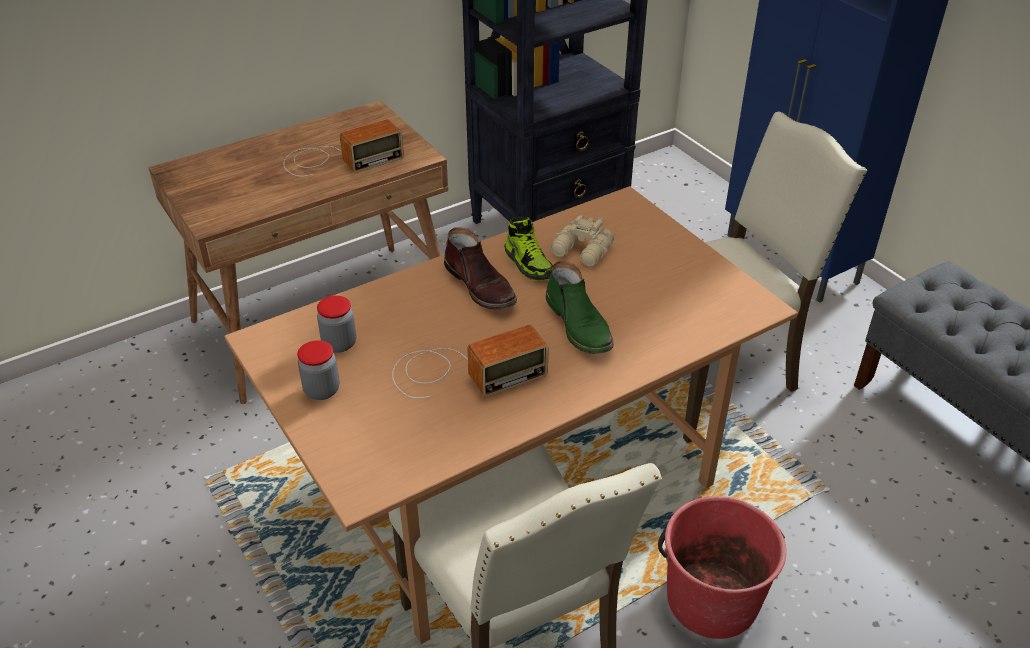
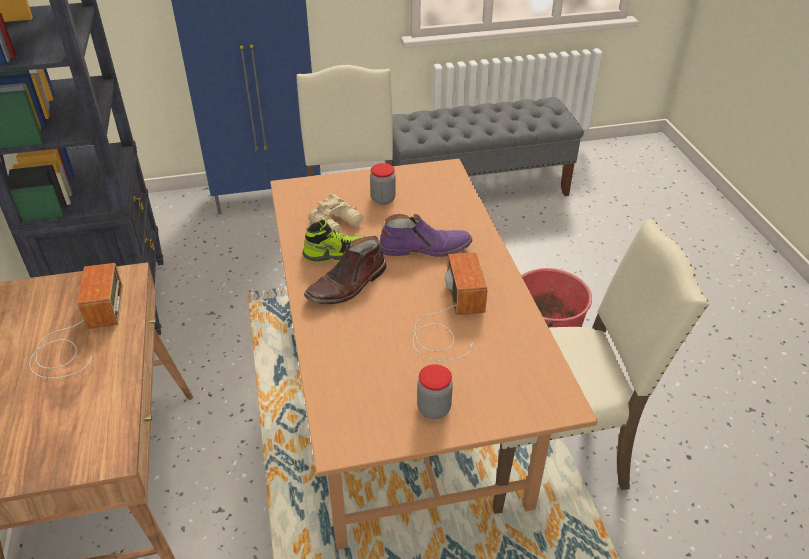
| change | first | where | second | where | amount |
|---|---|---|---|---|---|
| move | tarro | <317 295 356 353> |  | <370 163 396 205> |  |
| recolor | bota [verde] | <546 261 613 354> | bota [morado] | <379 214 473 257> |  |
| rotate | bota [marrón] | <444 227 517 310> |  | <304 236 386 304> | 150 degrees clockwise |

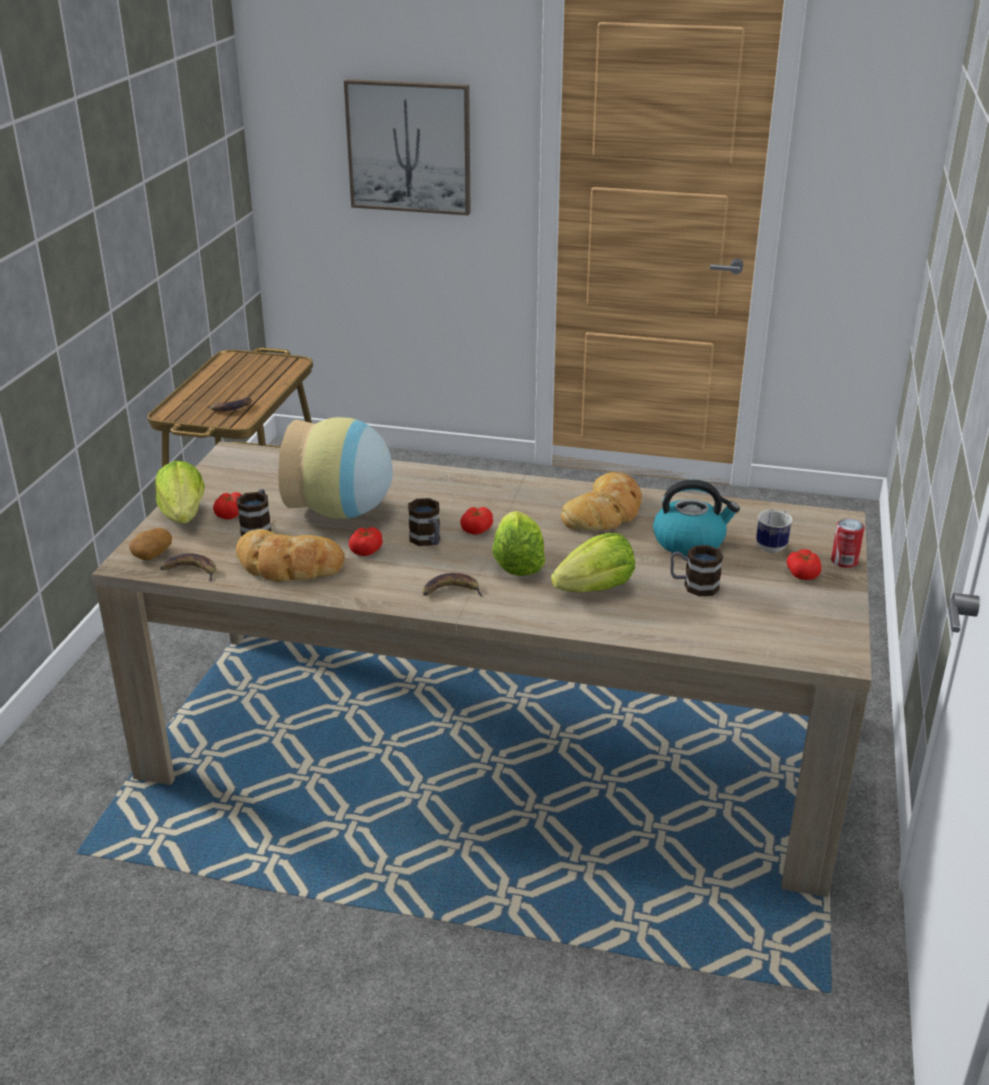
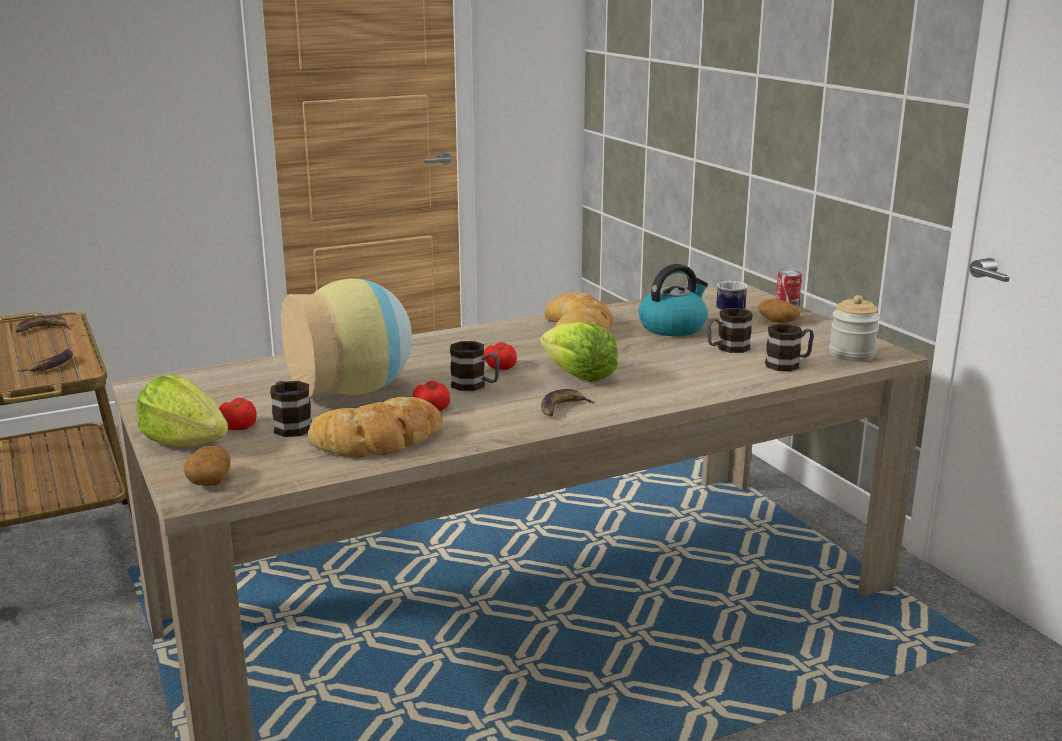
| change | first | where | second | where | amount |
|---|---|---|---|---|---|
| delete | cuadro | <344 79 471 215> |  |  |  |
| delete | lechuga | <551 533 635 592> |  |  |  |
| insert |  |  | taza grande | <765 324 814 371> |  |
| insert |  |  | tarro | <829 295 880 361> |  |
| move | plátano | <160 554 216 582> |  | <15 315 71 333> |  |
| replace | tomate | <787 549 821 580> | patata | <758 299 800 323> |  |

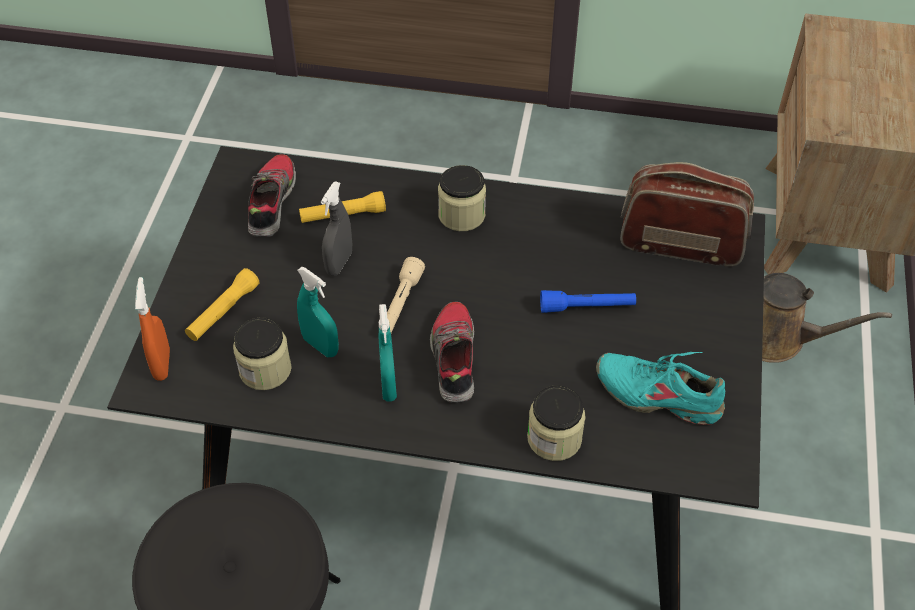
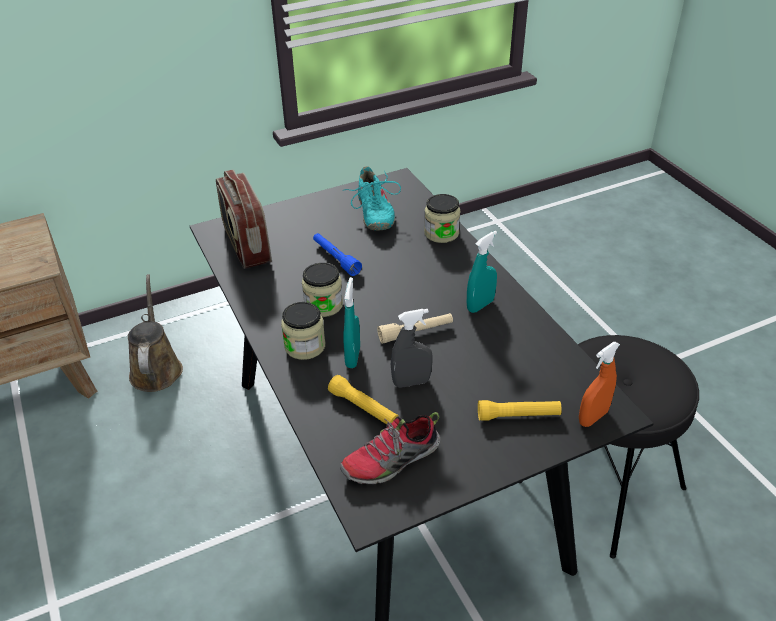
| change | first | where | second | where | amount |
|---|---|---|---|---|---|
| delete | zapato | <430 302 474 403> |  |  |  |
| move | tarro | <233 317 292 390> |  | <302 263 343 317> |  |
| move | pulverizador [turquesa] | <297 267 339 357> |  | <344 277 360 368> |  |

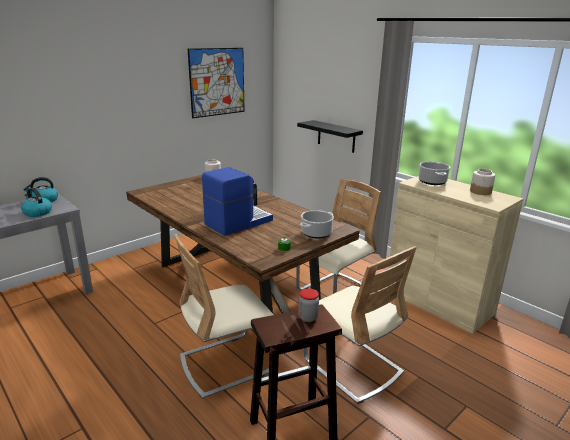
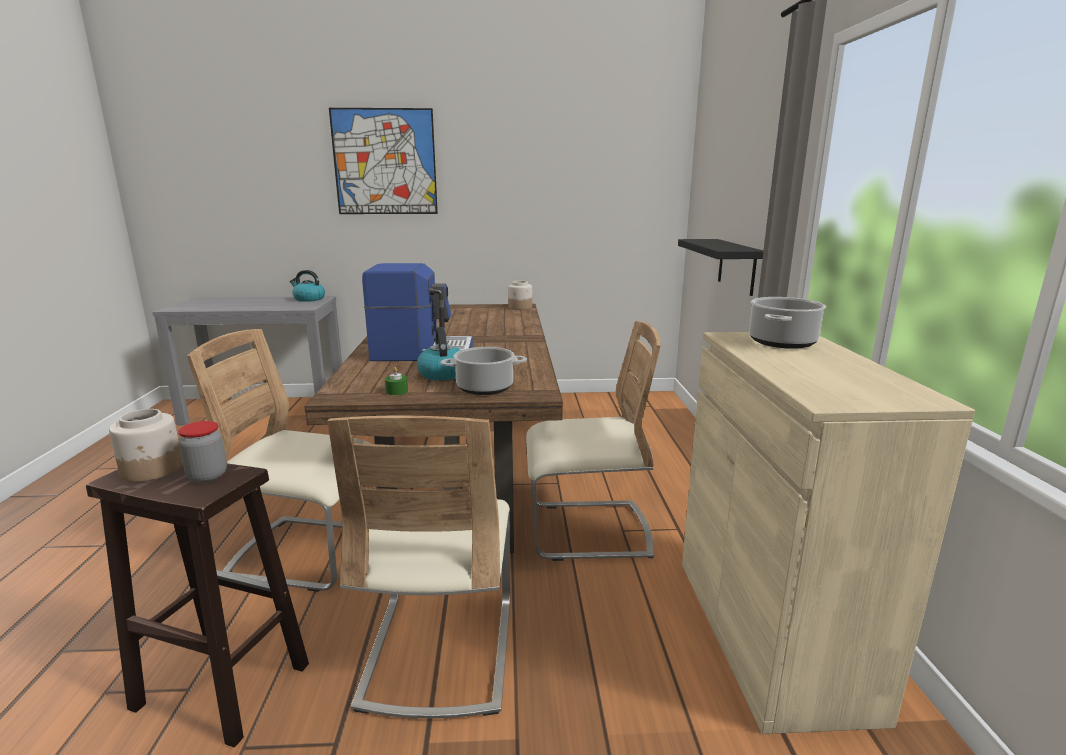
| change | first | where | second | where | amount |
|---|---|---|---|---|---|
| move | hervidor | <21 188 52 217> |  | <417 327 461 380> |  |
| move | cuadro | <188 48 245 118> |  | <329 108 438 214> |  |
| move | tarro | <470 169 495 195> |  | <109 409 183 482> |  |

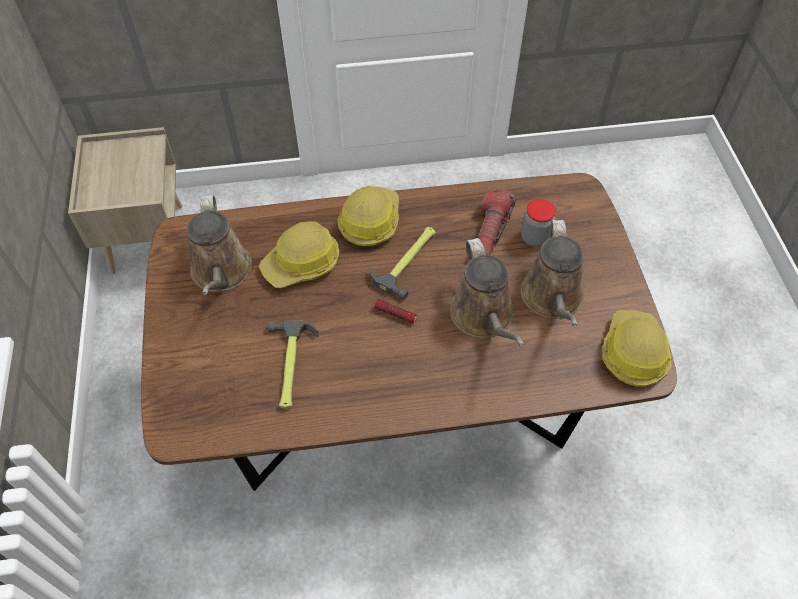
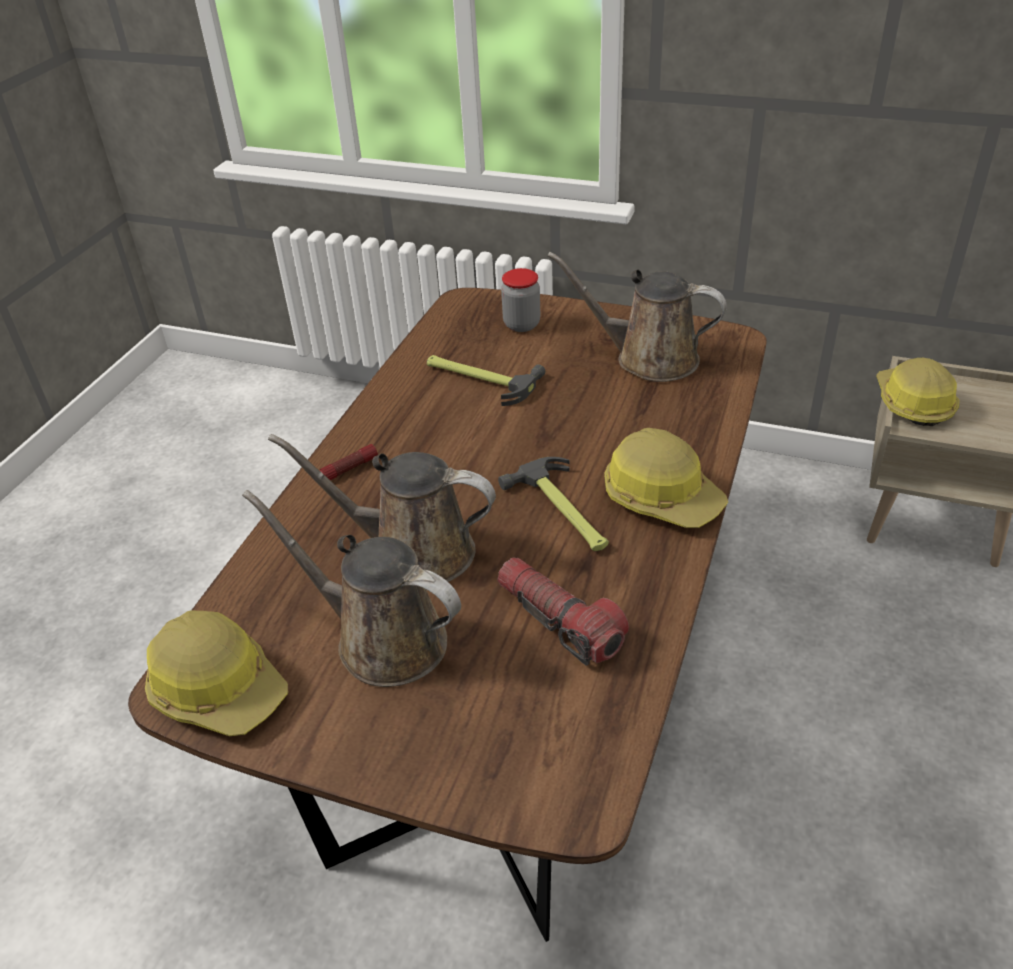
| change | first | where | second | where | amount |
|---|---|---|---|---|---|
| move | casco | <259 221 340 288> |  | <876 358 959 426> |  |
| move | linterna | <374 299 417 324> |  | <320 444 378 480> |  |
| move | tarro | <521 199 556 247> |  | <501 268 540 332> |  |

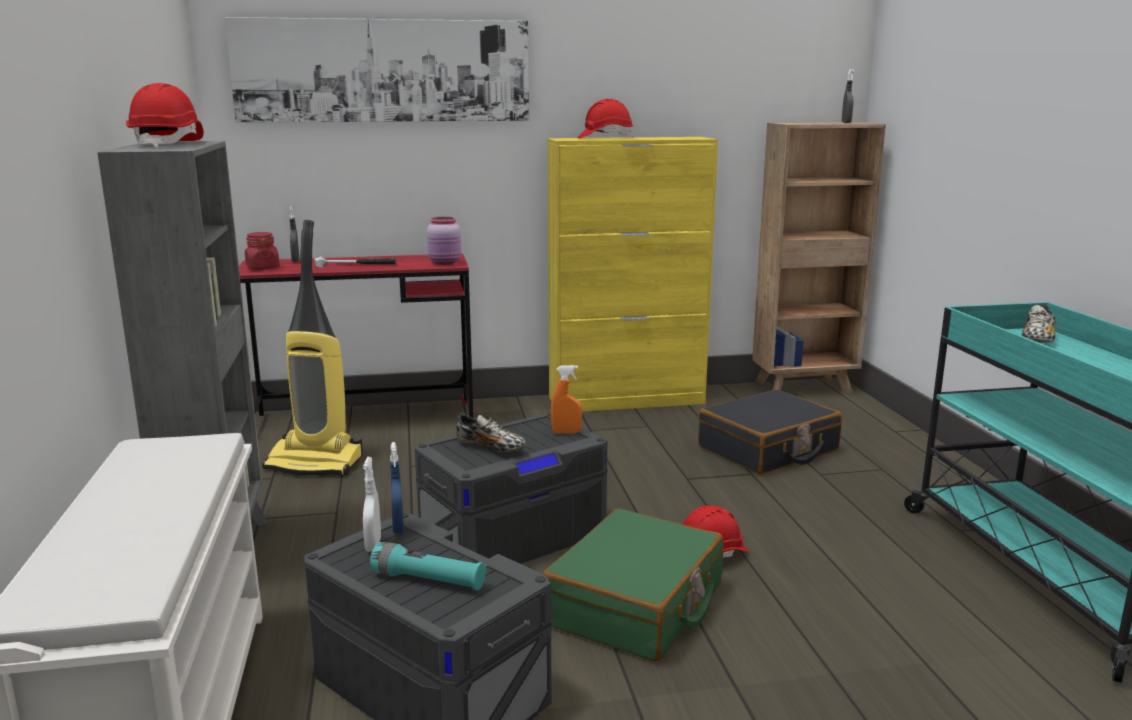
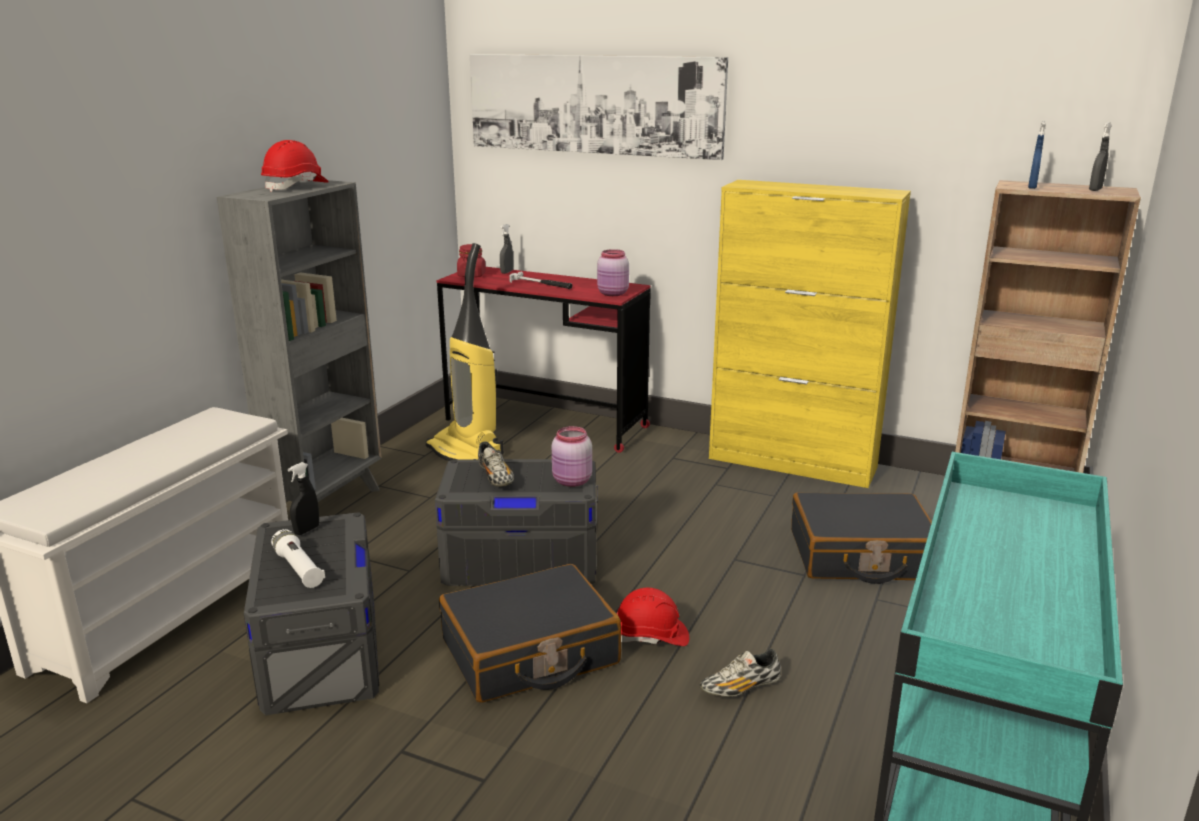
| change | first | where | second | where | amount |
|---|---|---|---|---|---|
| delete | casco [rojo] | <577 99 633 138> |  |  |  |
| move | pulverizador [azul] | <390 442 404 534> |  | <1028 121 1045 189> |  |
| move | zapato | <1021 304 1056 343> |  | <699 649 781 697> |  |
| replace | pulverizador [naranja] | <551 365 582 434> | tarro [rosa] | <552 426 592 487> |  |
| recolor | pulverizador [blanco] | <363 457 381 552> | pulverizador [negro] | <288 462 319 535> |  |
| recolor | linterna [turquesa] | <370 542 486 590> | linterna [blanco] | <271 529 325 588> |  |
| recolor | maleta [verde] | <542 508 724 662> | maleta [negro] | <439 564 621 703> |  |

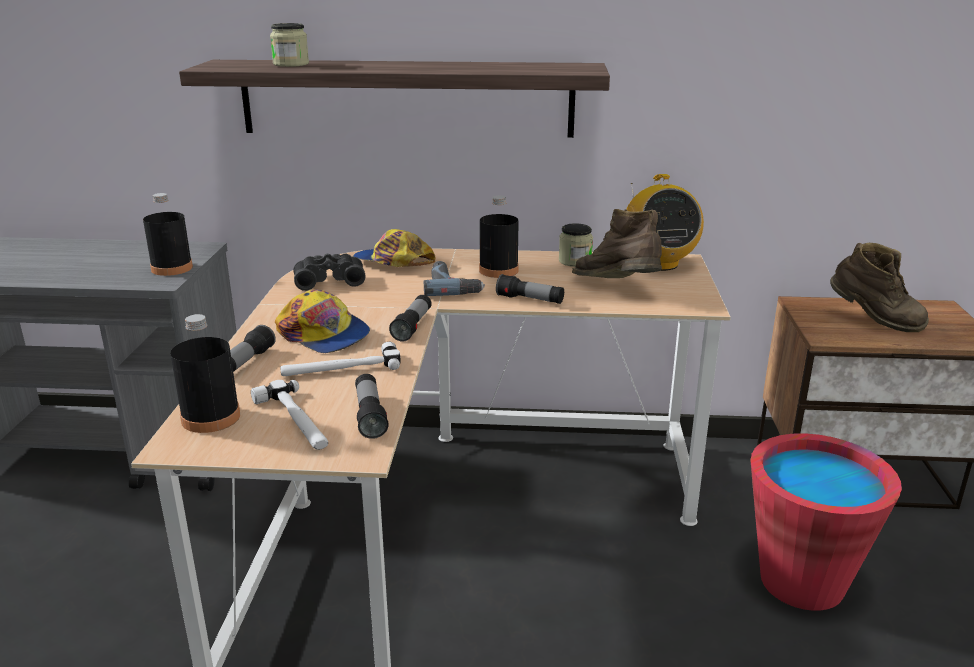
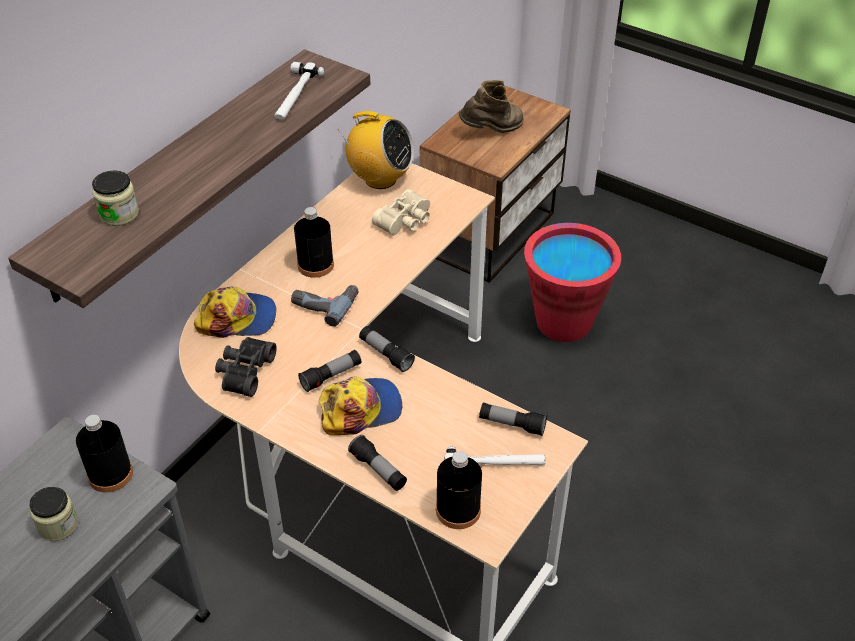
| change | first | where | second | where | amount |
|---|---|---|---|---|---|
| move | martillo | <280 342 401 376> |  | <275 62 324 120> |  |
| move | linterna | <496 274 564 304> |  | <298 350 361 392> |  |
| move | tarro | <559 223 593 267> |  | <29 487 78 541> |  |
| replace | bota [marrón] | <572 209 662 278> | prismáticos [beis] | <372 189 430 236> |  |
| rotate | gorra | <353 229 435 267> |  | <194 286 276 338> | 150 degrees counterclockwise |

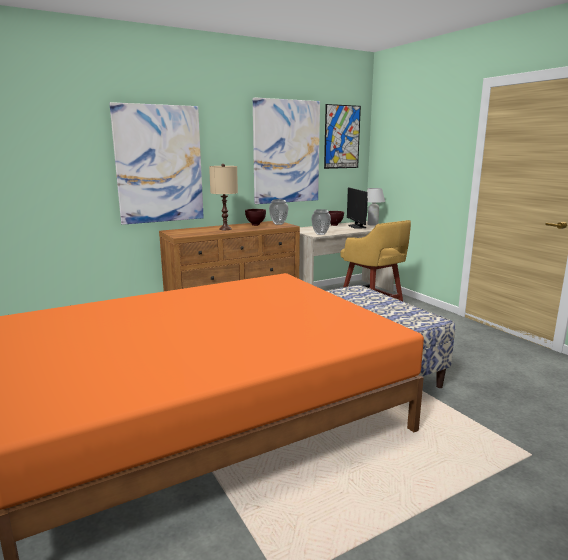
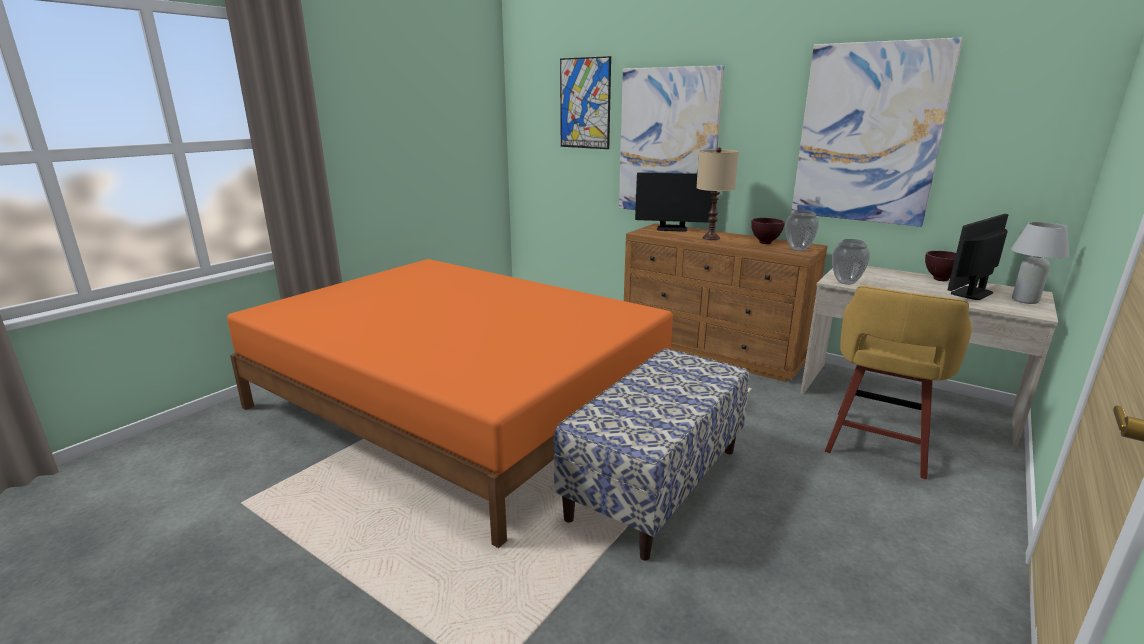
| change | first | where | second | where | amount |
|---|---|---|---|---|---|
| insert |  |  | monitor | <635 172 713 232> |  |
| move | cuadro | <324 104 361 169> |  | <560 56 611 149> |  |

